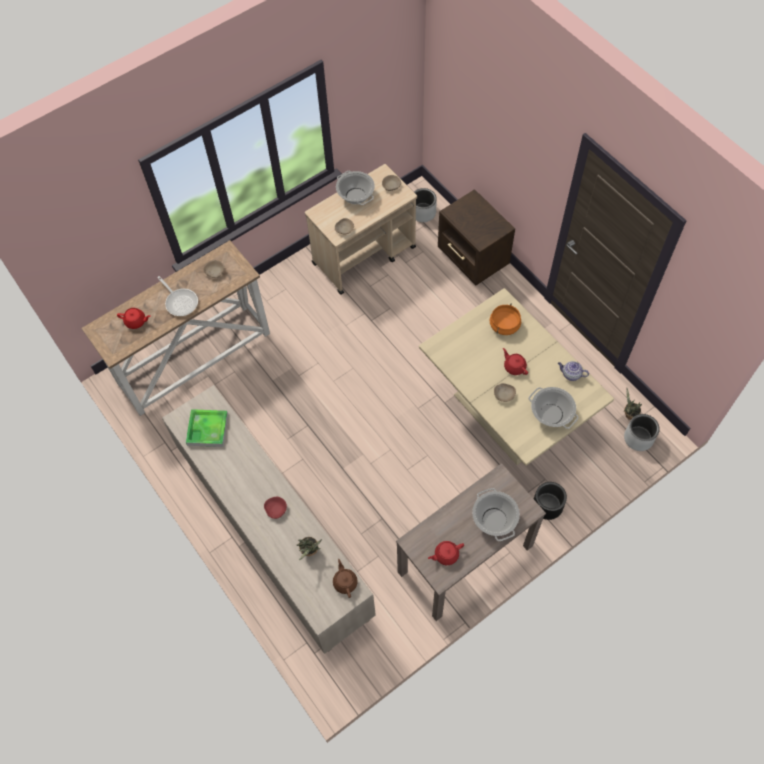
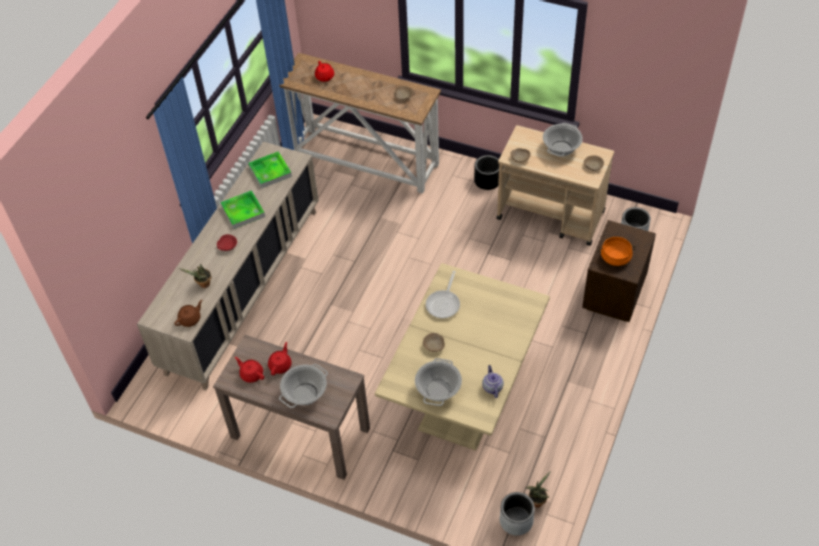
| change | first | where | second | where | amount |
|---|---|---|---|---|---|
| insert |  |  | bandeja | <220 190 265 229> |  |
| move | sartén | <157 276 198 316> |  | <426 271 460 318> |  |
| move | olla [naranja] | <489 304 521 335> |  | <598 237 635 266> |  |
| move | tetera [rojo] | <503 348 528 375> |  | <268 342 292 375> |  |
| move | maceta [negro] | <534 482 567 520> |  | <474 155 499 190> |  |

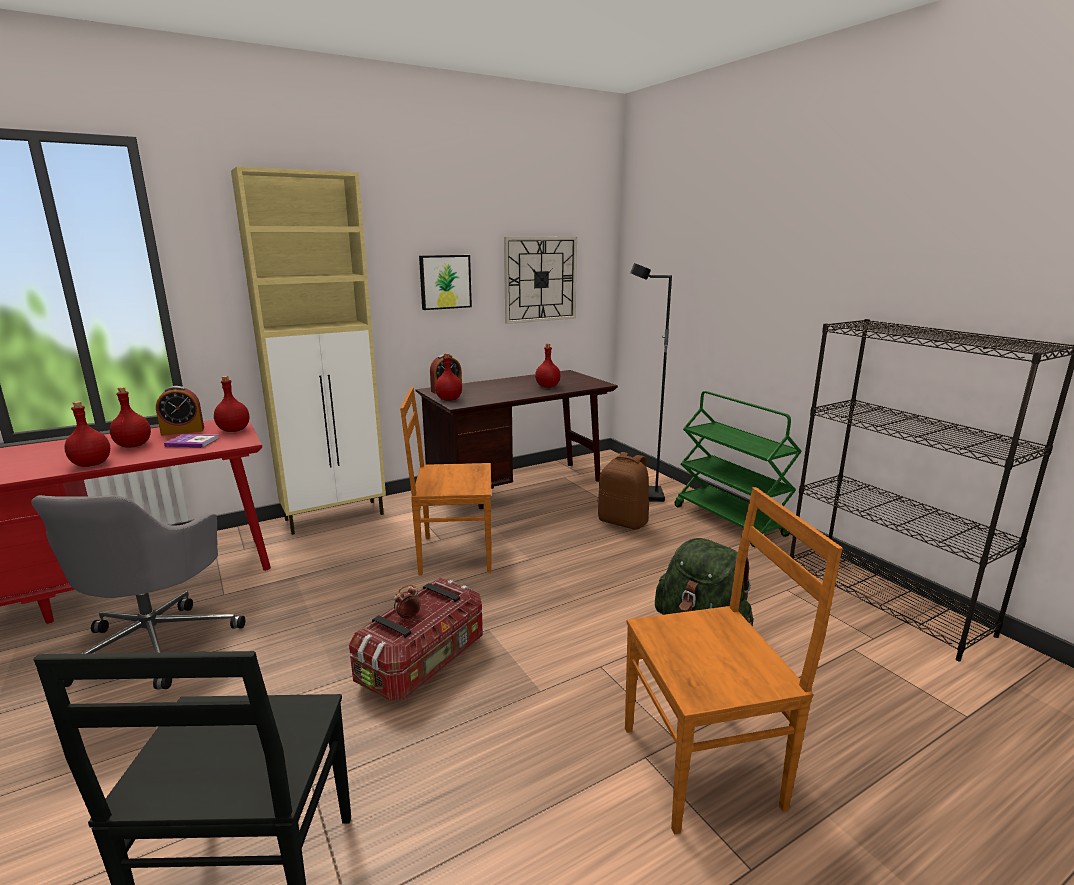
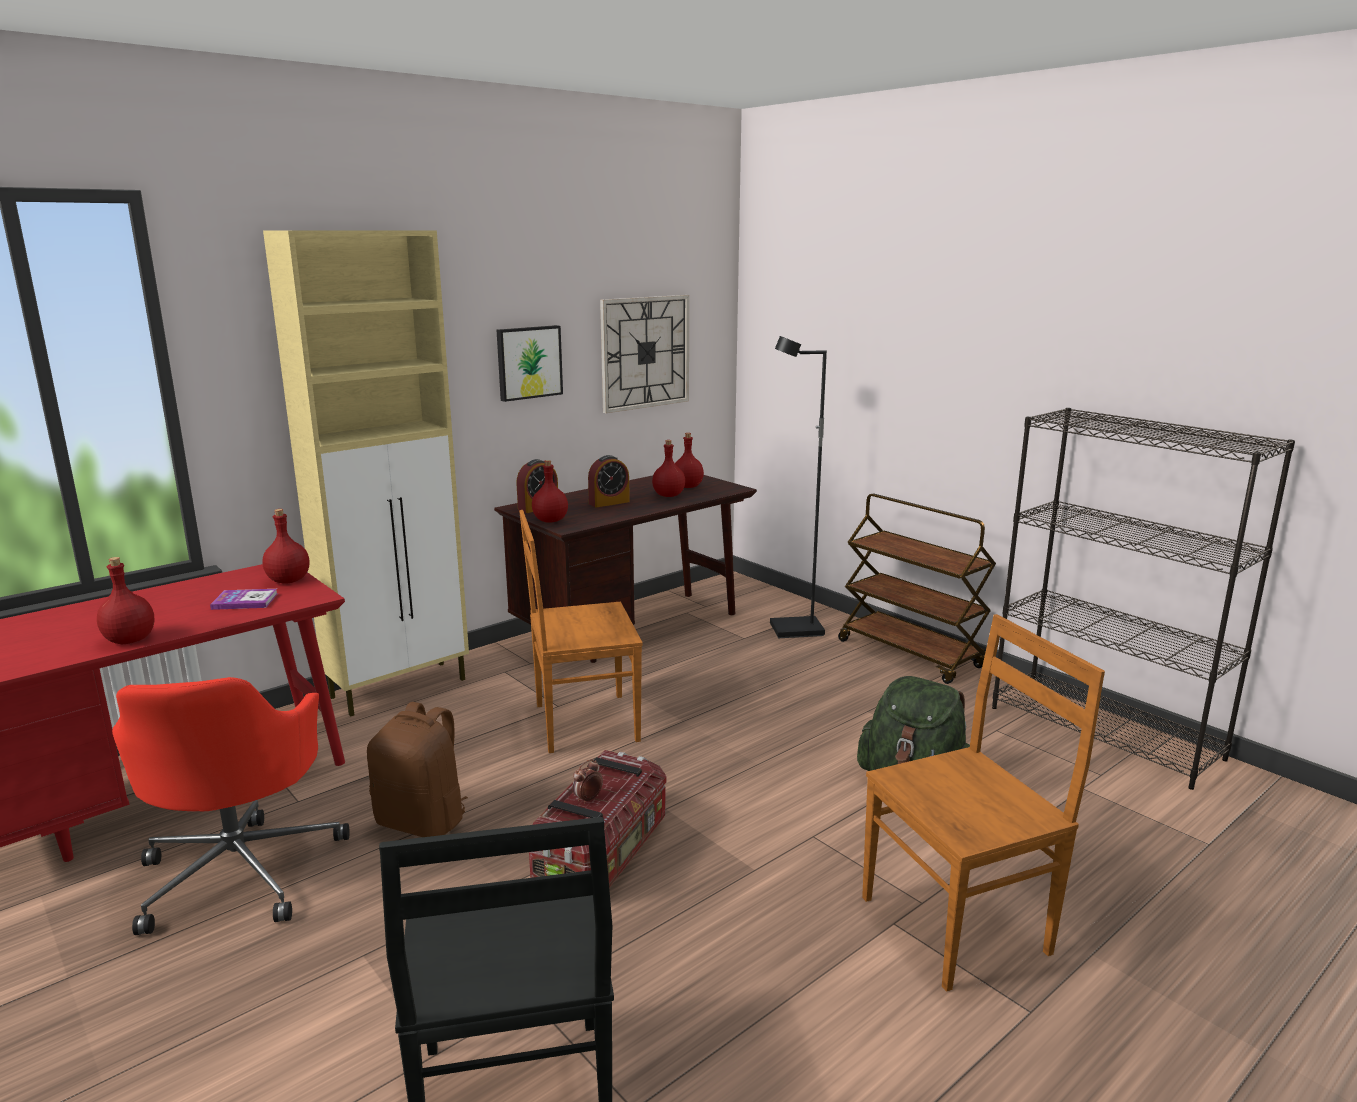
| change | first | where | second | where | amount |
|---|---|---|---|---|---|
| move | botella [rojo] | <110 387 151 448> |  | <675 433 704 488> |  |
| move | despertador | <156 386 204 436> |  | <588 455 630 507> |  |
| move | mochila [marrón] | <598 452 649 530> |  | <367 702 468 837> |  |
| recolor | silla de oficina [gris] | <31 495 245 689> | silla de oficina [rojo] | <112 677 350 935> |  |
| recolor | carrito [verde] | <675 391 802 547> | carrito [marrón] | <838 494 996 684> |  |

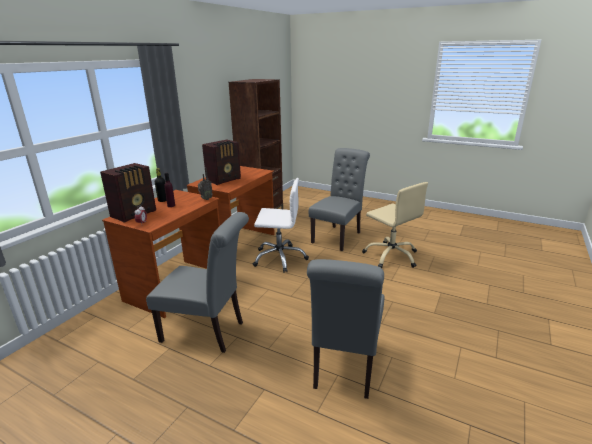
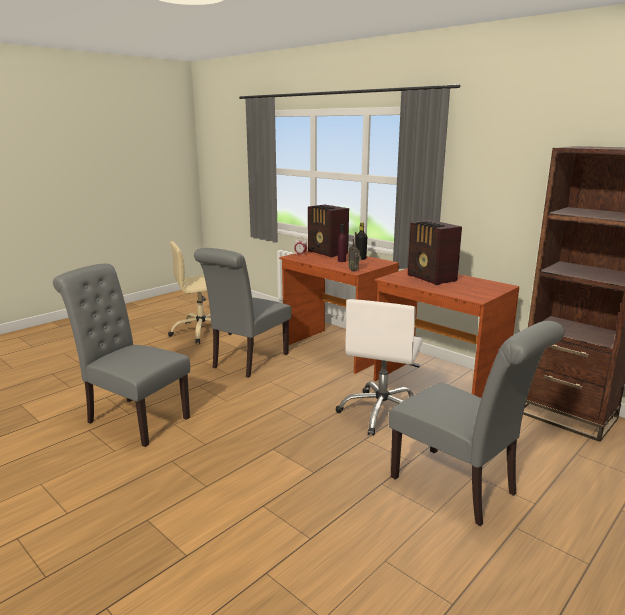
| change | first | where | second | where | amount |
|---|---|---|---|---|---|
| move | silla de oficina [beis] | <362 182 428 268> |  | <168 241 232 344> |  |

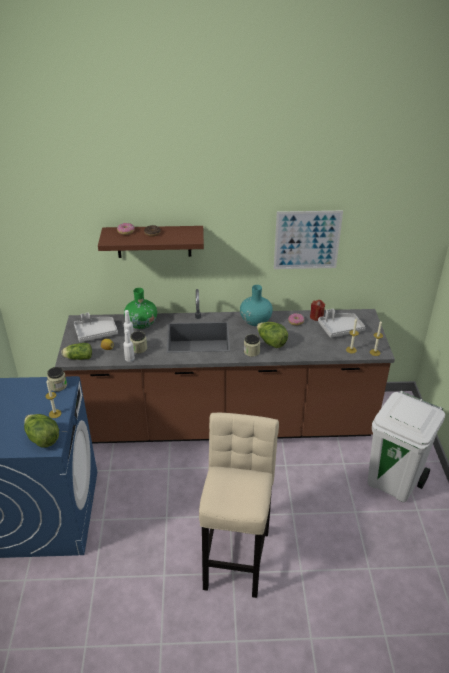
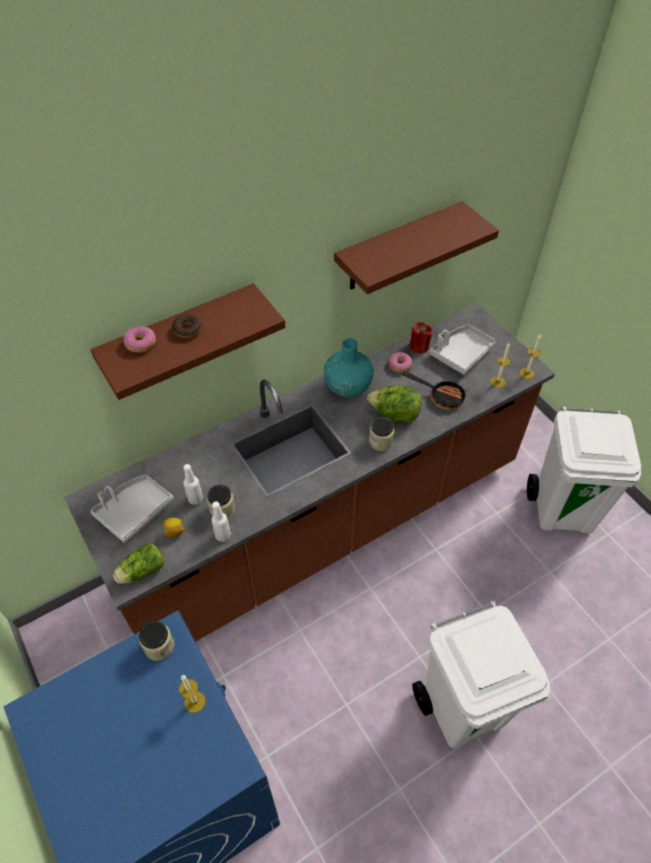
| change | first | where | second | where | amount |
|---|---|---|---|---|---|
| delete | lechuga | <24 414 59 448> |  |  |  |
| delete | florero [verde] | <124 288 157 330> |  |  |  |
| insert |  |  | sartén | <403 372 467 410> |  |
| replace | taburete [beis] | <199 413 279 598> | papelera [blanco] | <412 601 551 748> |  |
| replace | cuadro | <274 211 343 269> | estante [marrón] | <334 201 499 294> |  |

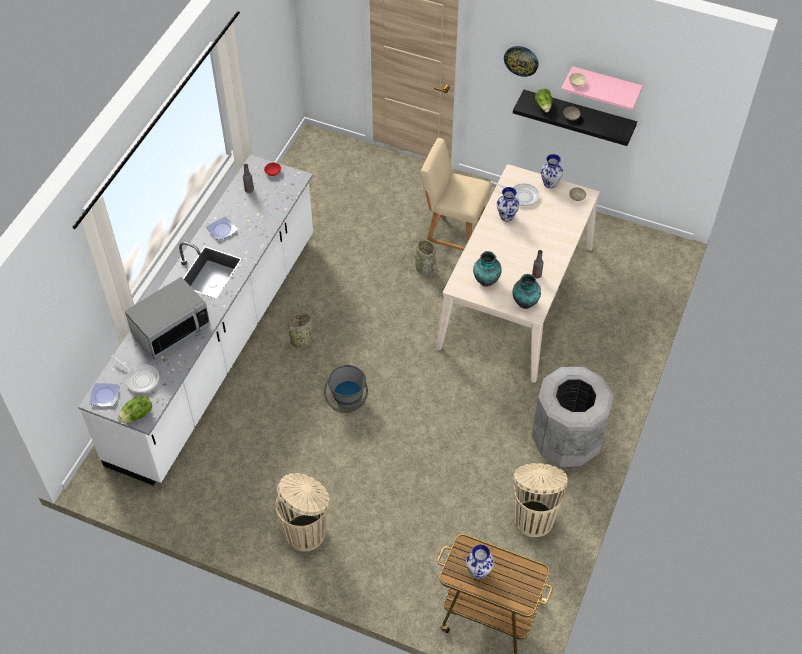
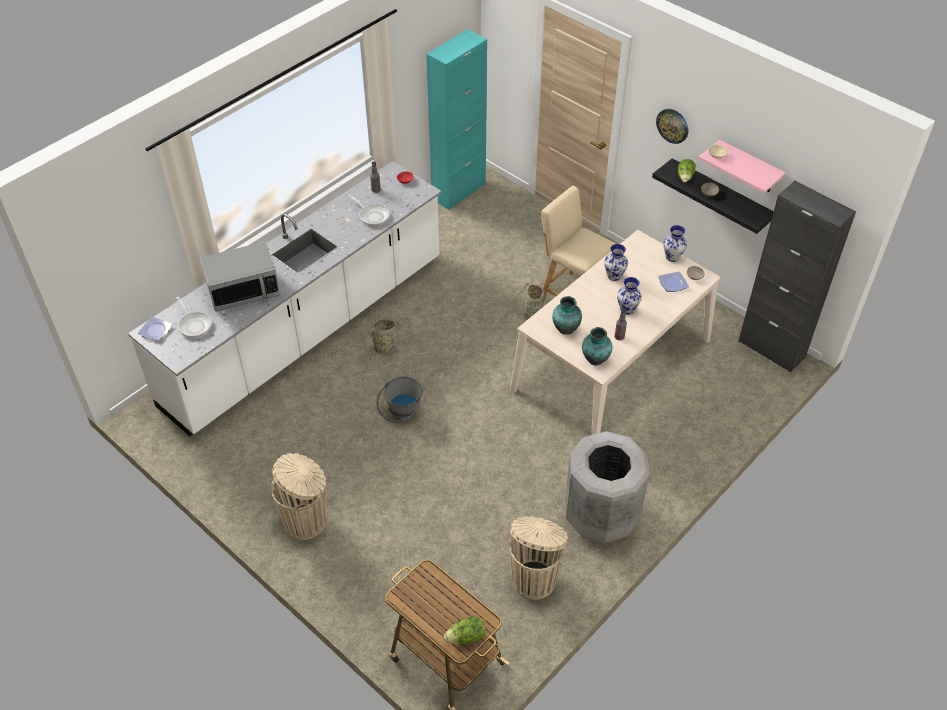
| change | first | where | second | where | amount |
|---|---|---|---|---|---|
| insert |  |  | armario [turquesa] | <426 29 487 210> |  |
| insert |  |  | armario [negro] | <738 181 856 373> |  |
| move | lechuga | <118 396 152 423> |  | <444 617 486 644> |  |
| move | plato | <207 216 237 240> |  | <658 272 689 292> |  |
| move | florero | <466 544 494 579> |  | <617 277 642 315> |  |
| move | sartén | <490 181 539 206> |  | <348 194 389 226> |  |

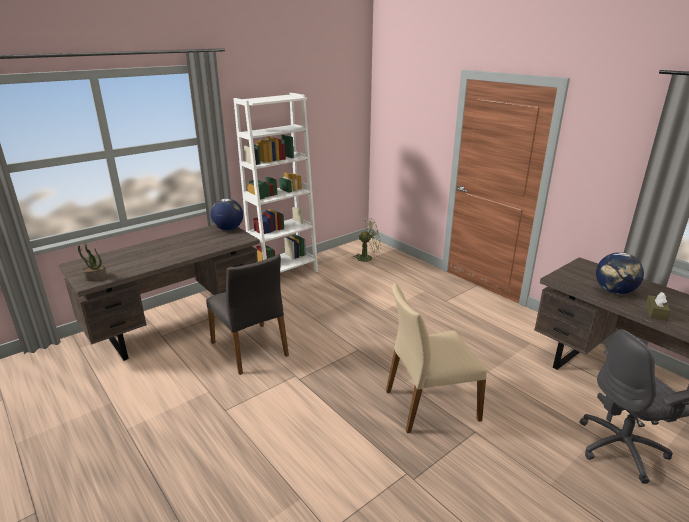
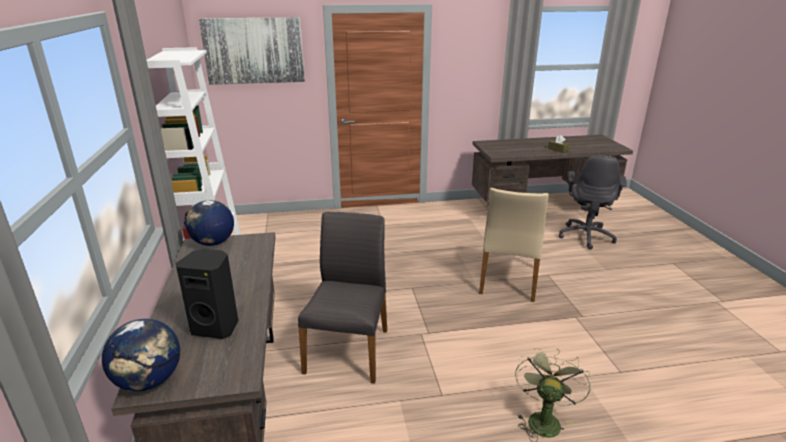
| change | first | where | second | where | amount |
|---|---|---|---|---|---|
| delete | planta en maceta | <78 242 107 281> |  |  |  |
| insert |  |  | altavoz [negro] | <175 249 238 339> |  |
| insert |  |  | cuadro | <199 17 305 85> |  |
| move | ventilador [verde] | <353 219 381 264> |  | <515 348 591 442> |  |
| move | globo terráqueo | <596 252 644 294> |  | <102 319 180 392> |  |
| rotate | silla [gris] | <206 254 289 375> |  | <298 212 387 384> | 75 degrees counterclockwise |

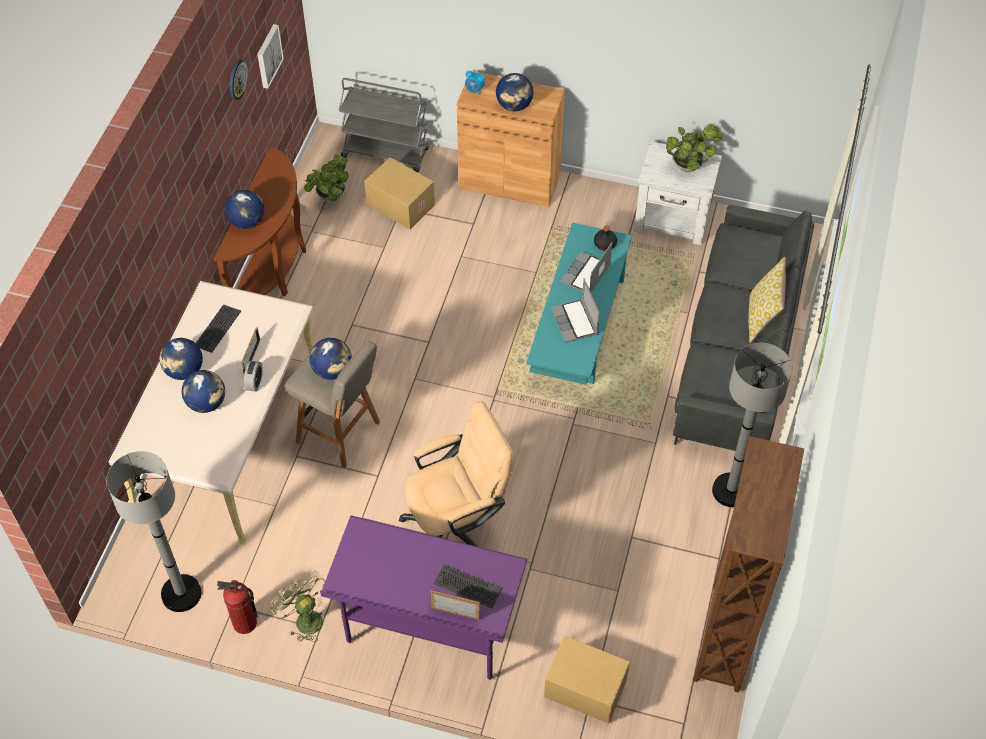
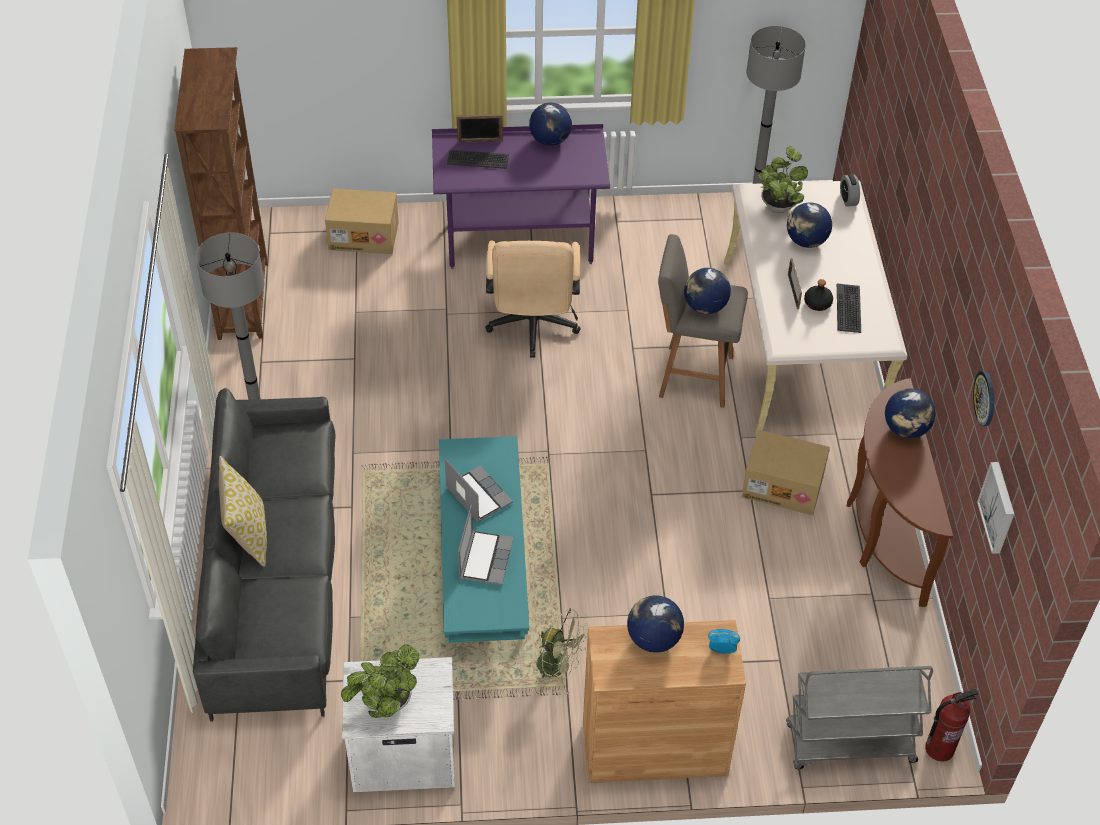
| change | first | where | second | where | amount |
|---|---|---|---|---|---|
| move | globo terráqueo | <159 338 203 380> |  | <529 103 572 146> |  |
| move | extintor | <217 580 258 634> |  | <925 688 978 762> |  |
| move | despertador | <244 361 263 392> |  | <840 174 860 207> |  |
| move | ventilador [verde] | <271 571 325 642> |  | <536 608 588 690> |  |
| move | planta en maceta | <304 154 349 202> |  | <758 146 808 213> |  |
| move | caja de cartón | <364 157 435 230> |  | <742 430 830 515> |  |
| move | botella [negro] | <594 226 617 251> |  | <804 279 833 311> |  |
| rotate | silla de oficina [beis] | <399 401 514 547> |  | <486 241 580 358> | 45 degrees counterclockwise |

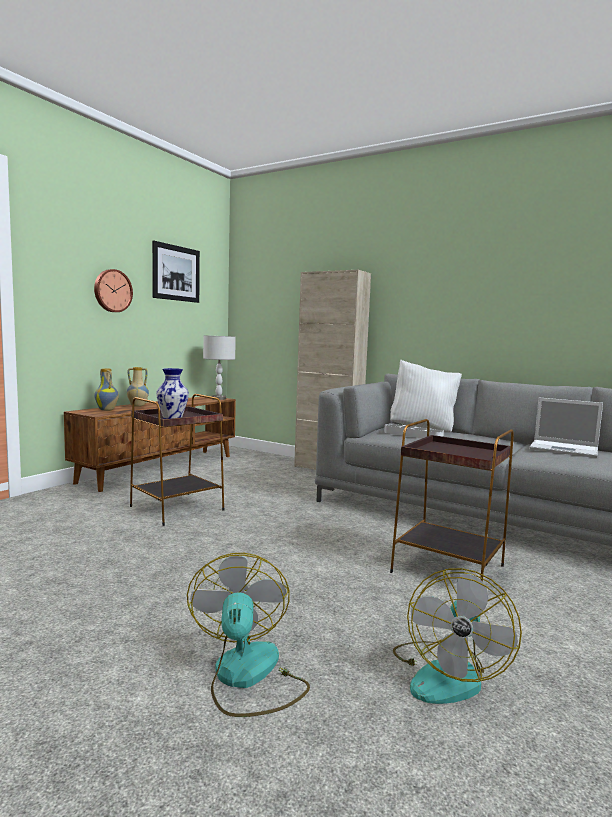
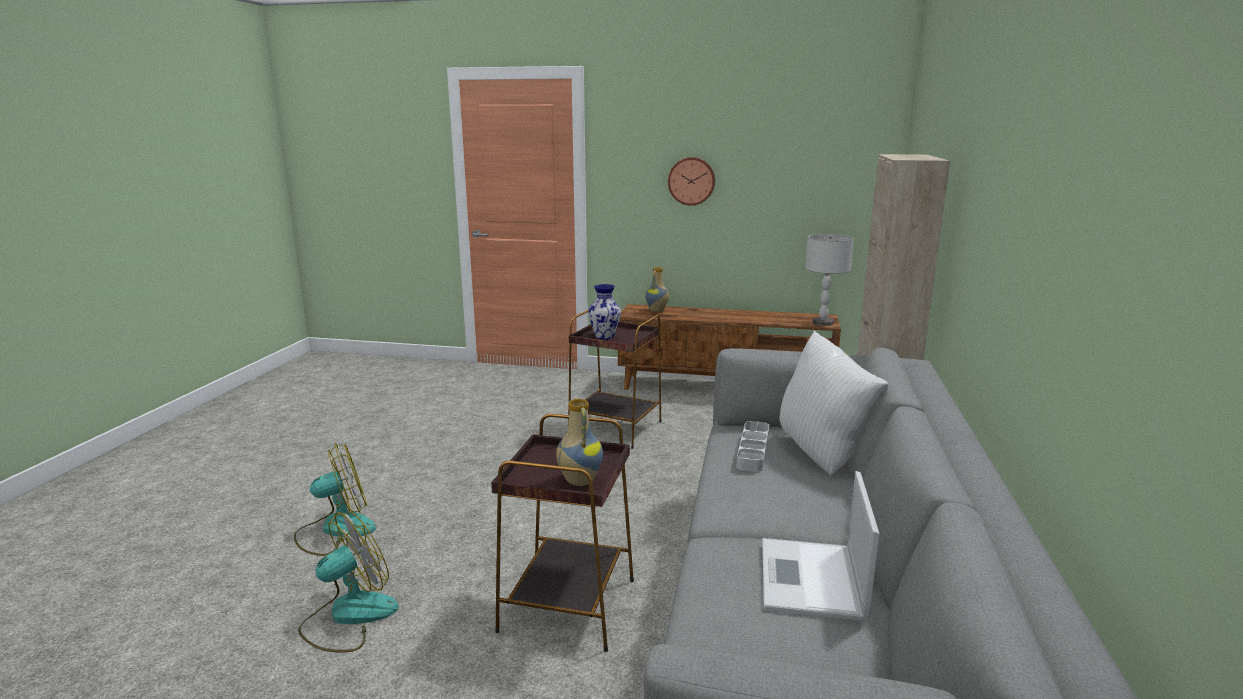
| change | first | where | second | where | amount |
|---|---|---|---|---|---|
| delete | cuadro | <152 241 200 303> |  |  |  |
| move | florero | <127 367 149 407> |  | <556 398 603 486> |  |
| rotate | ventilador | <393 568 522 704> |  | <298 511 398 652> | 135 degrees clockwise |

